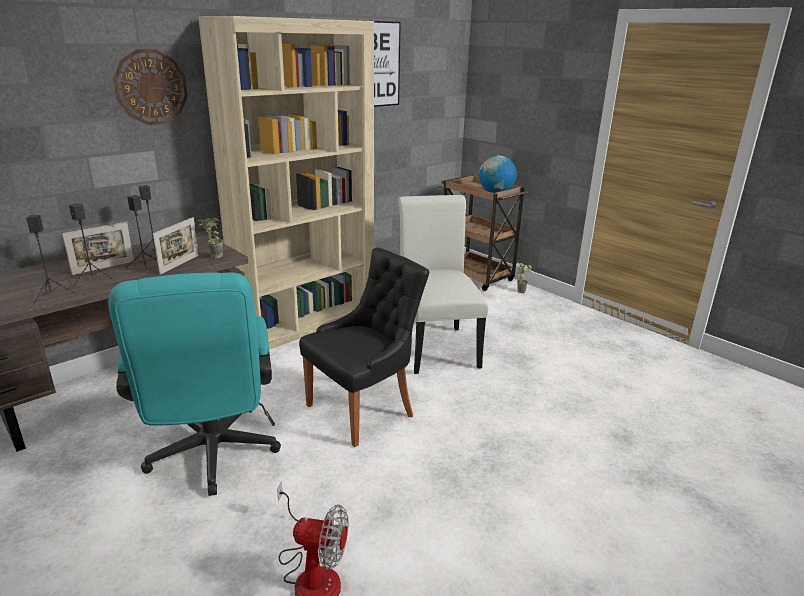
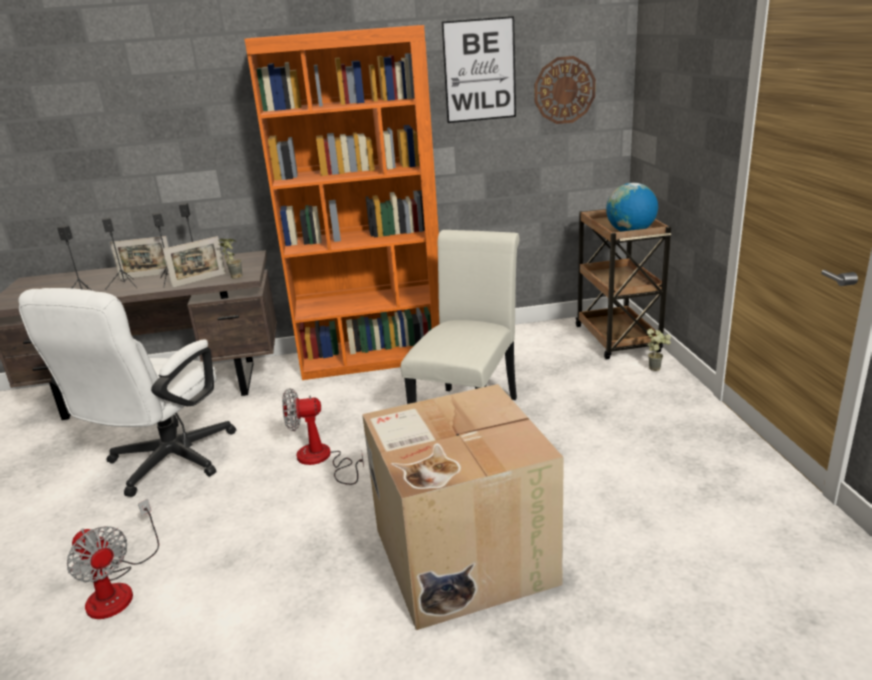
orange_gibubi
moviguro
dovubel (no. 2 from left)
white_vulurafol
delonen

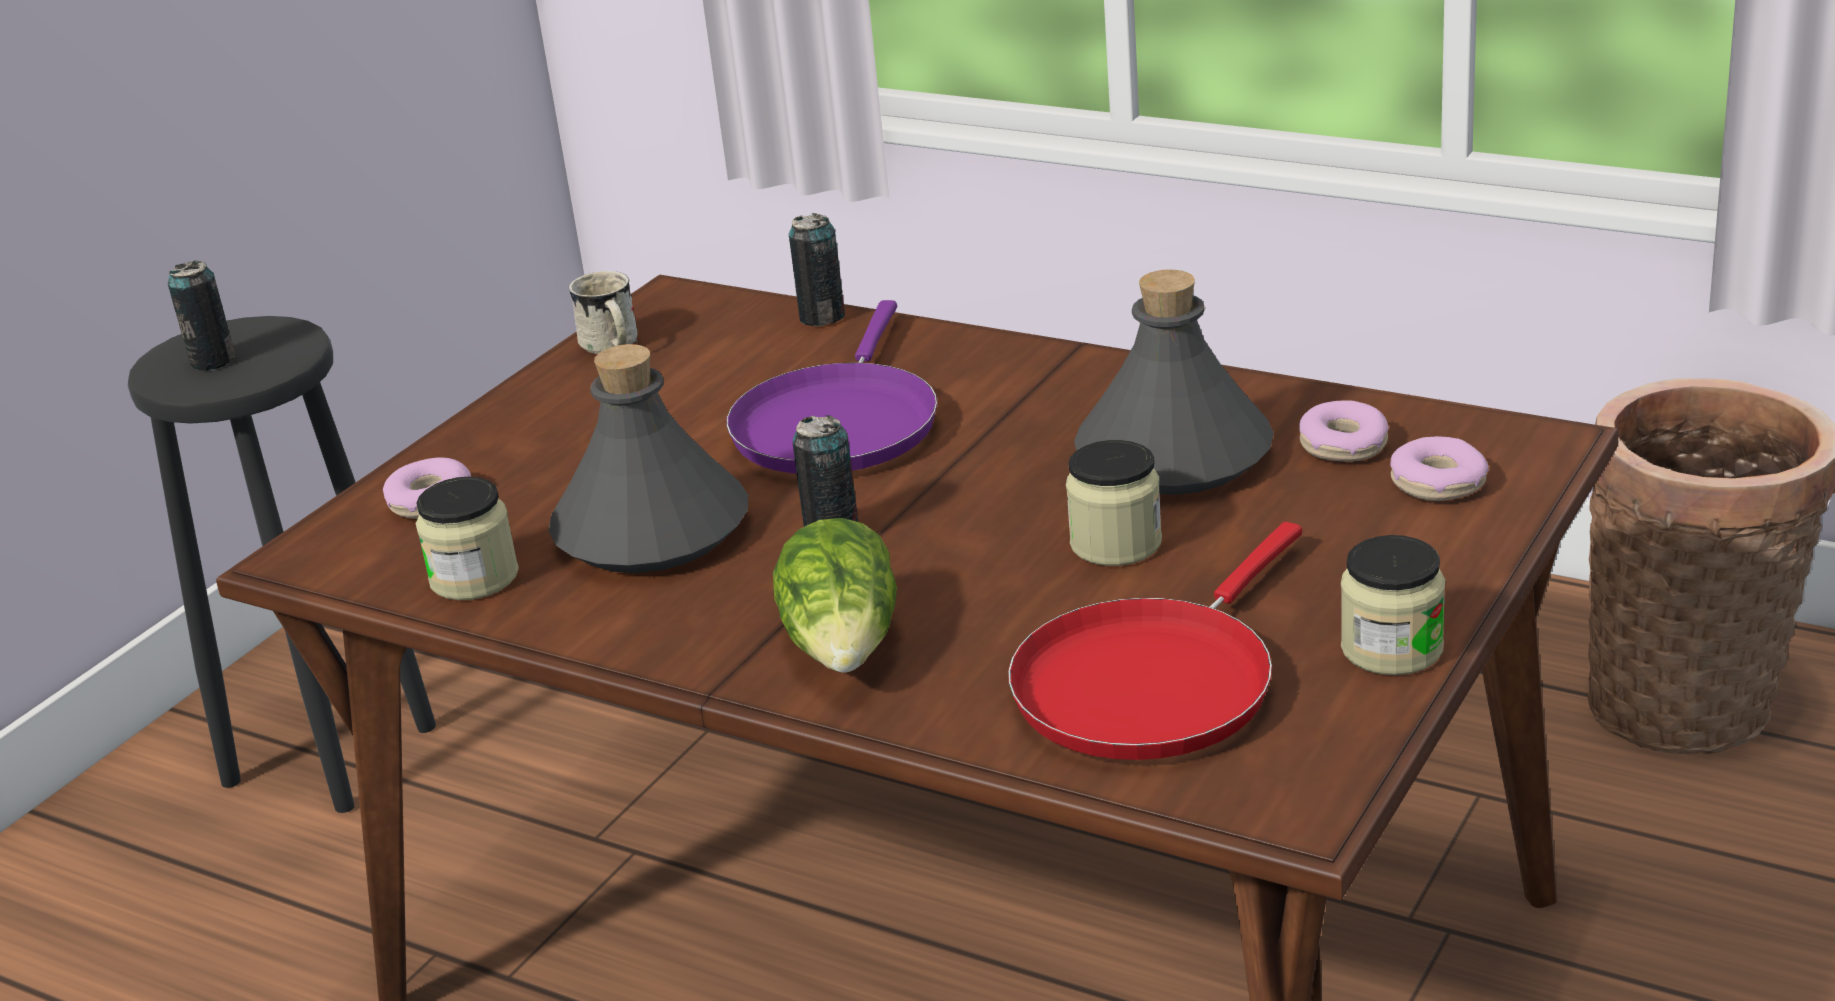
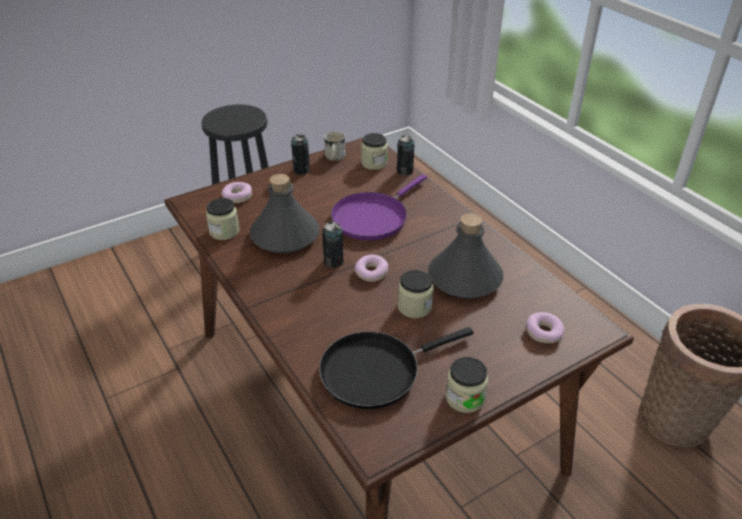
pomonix (no. 1 from left)
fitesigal (no. 2 from left)
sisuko
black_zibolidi
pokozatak (no. 2 from left)

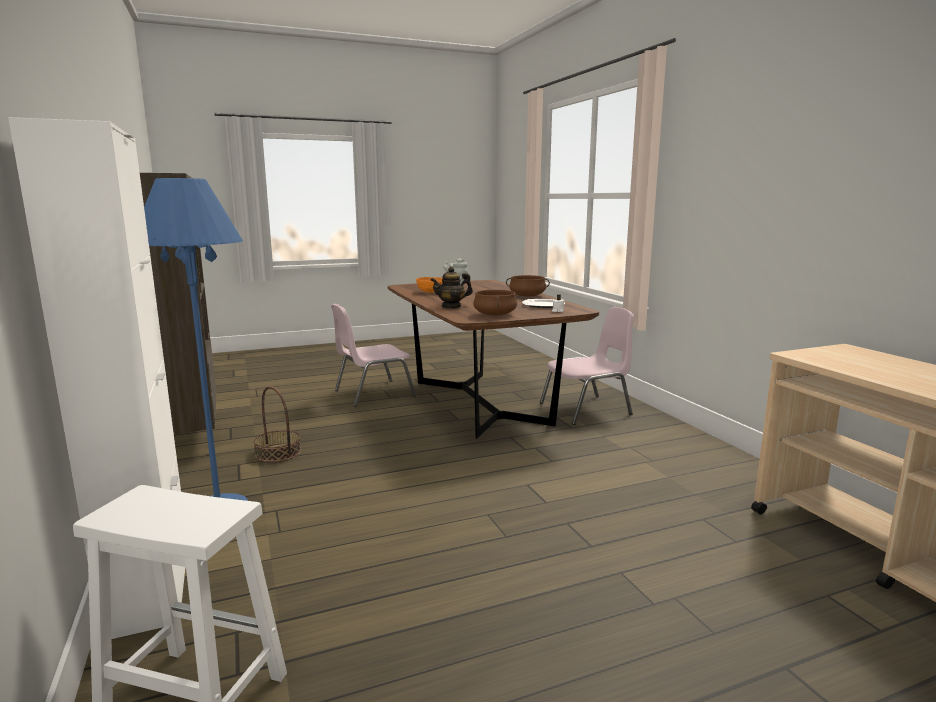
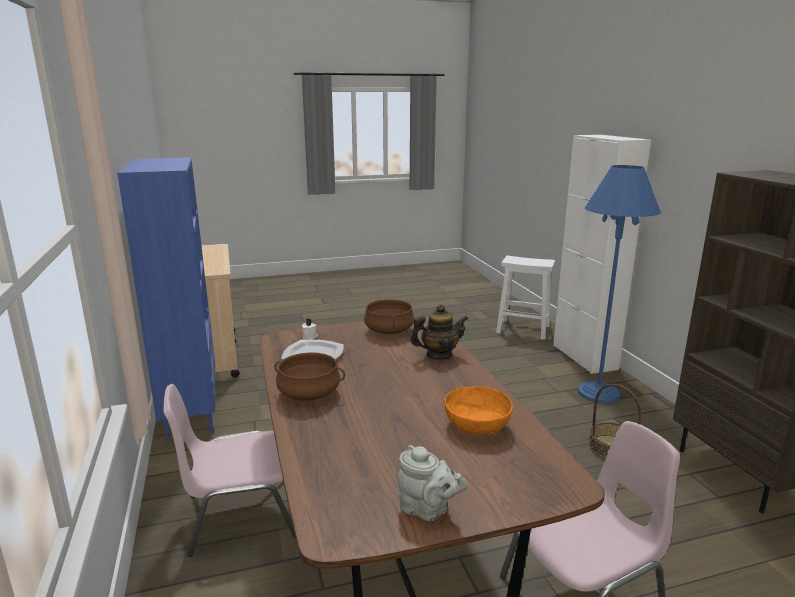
blue_gibubi

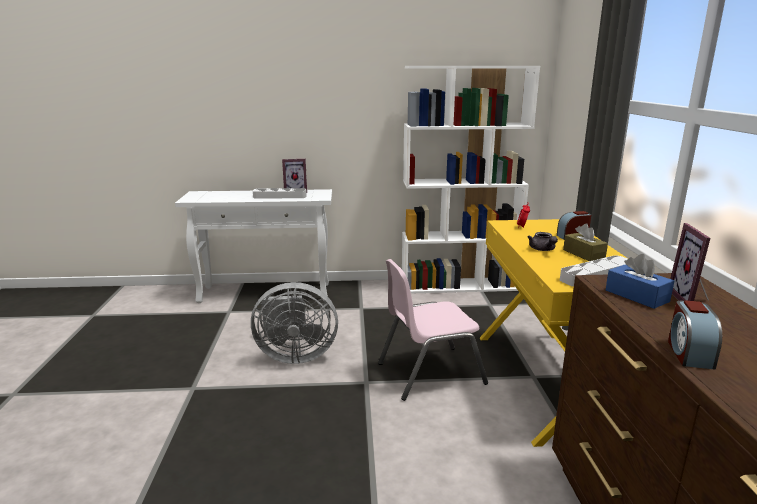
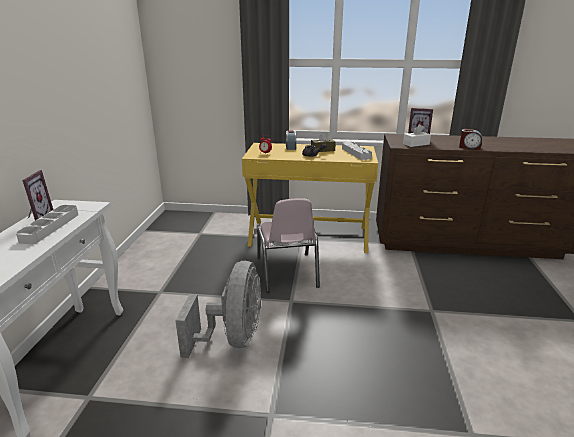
white_gibubi
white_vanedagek

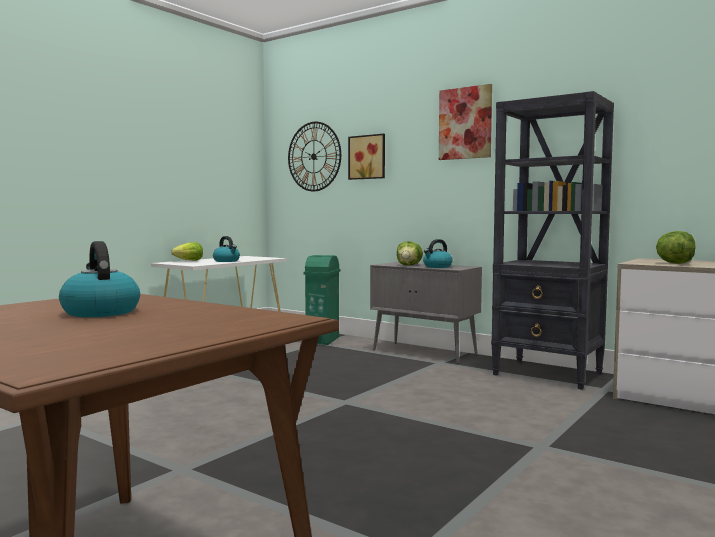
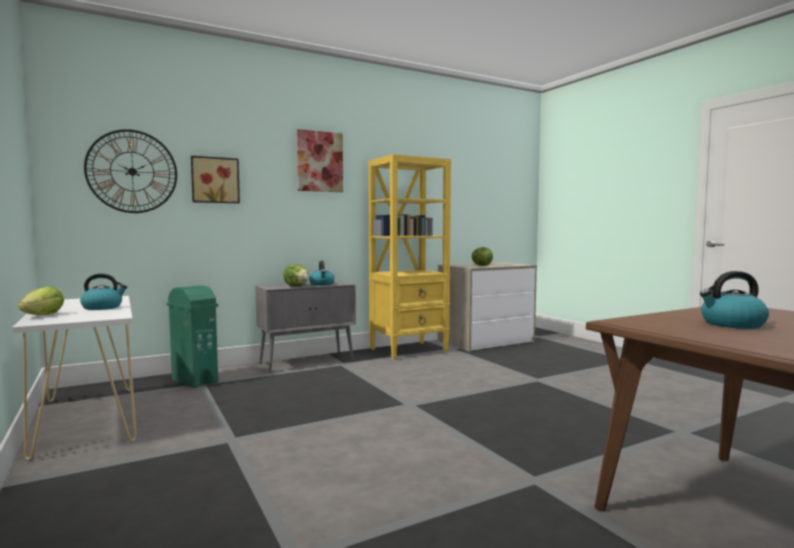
yellow_gibubi

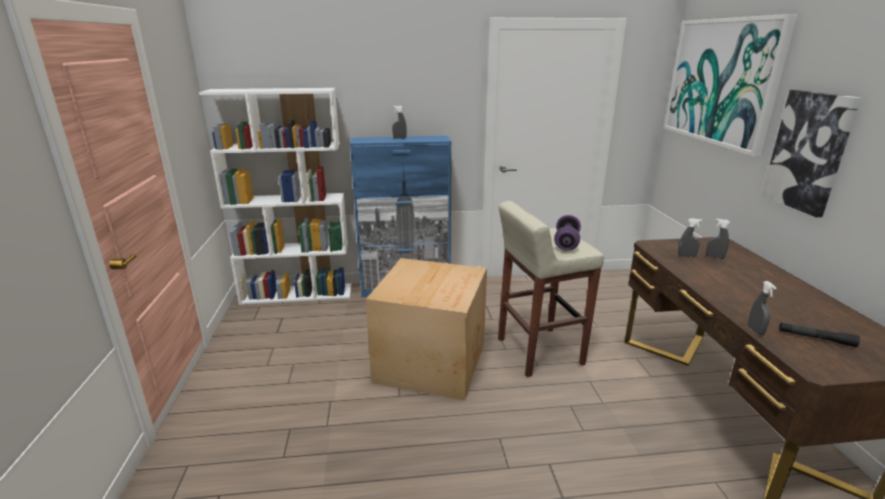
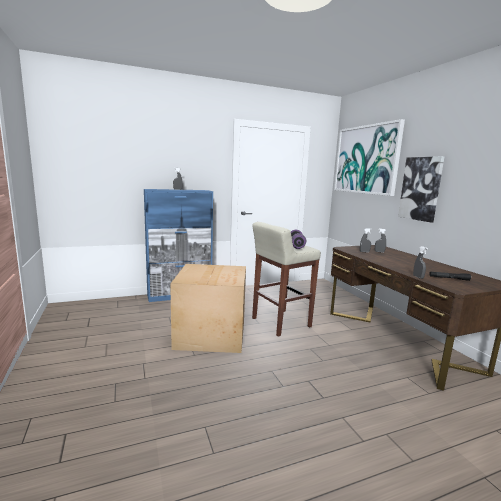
white_gibubi

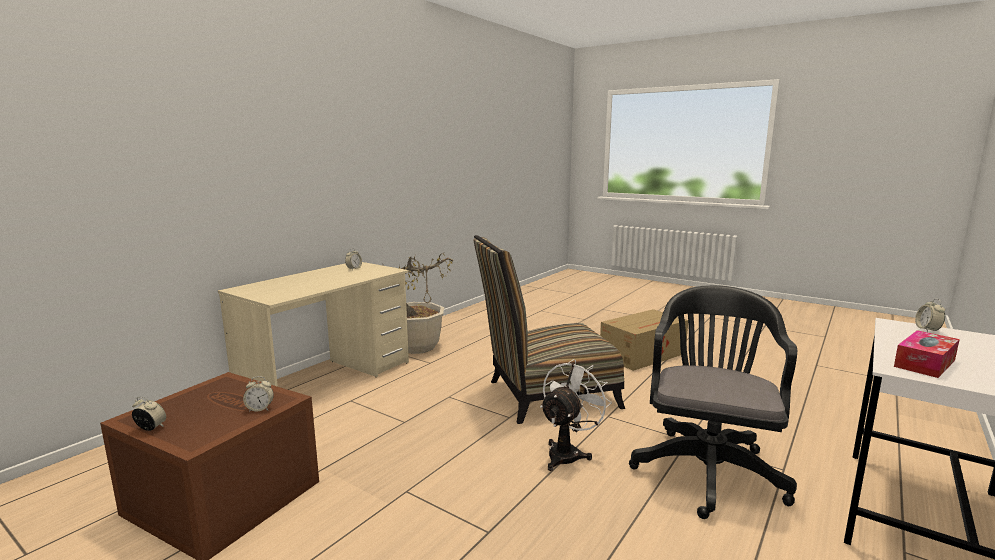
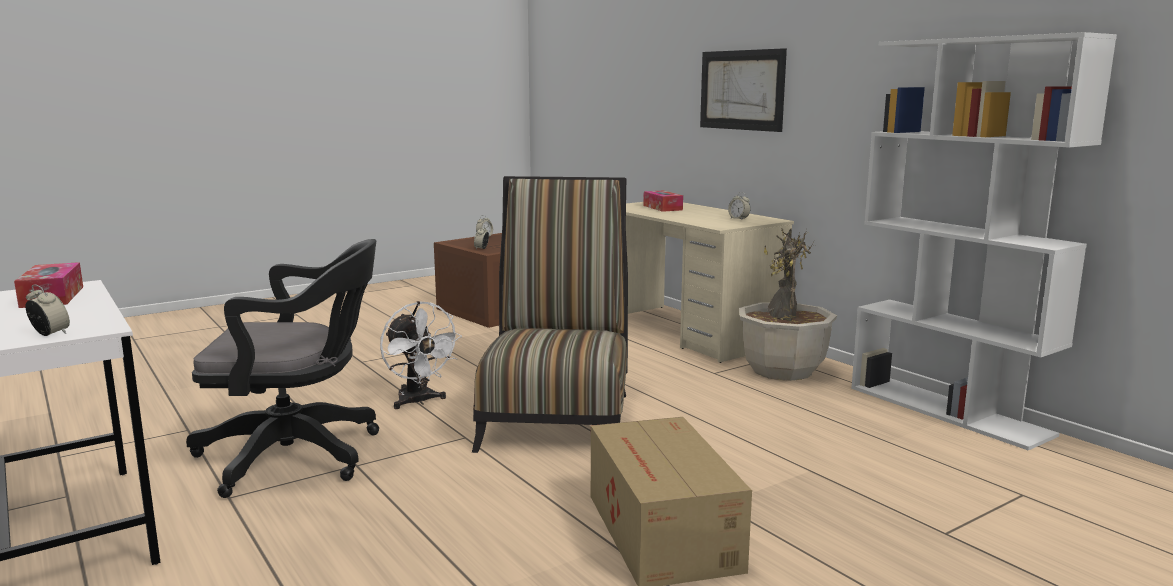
black_vulurafol
white_gibubi
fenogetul
vanedagek (no. 2 from left)

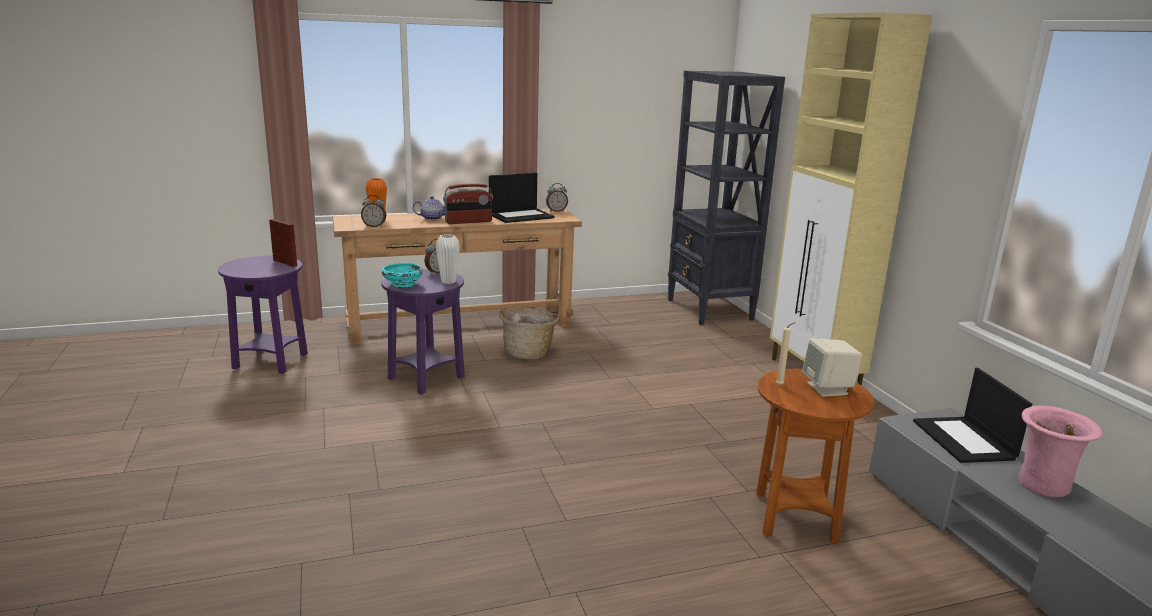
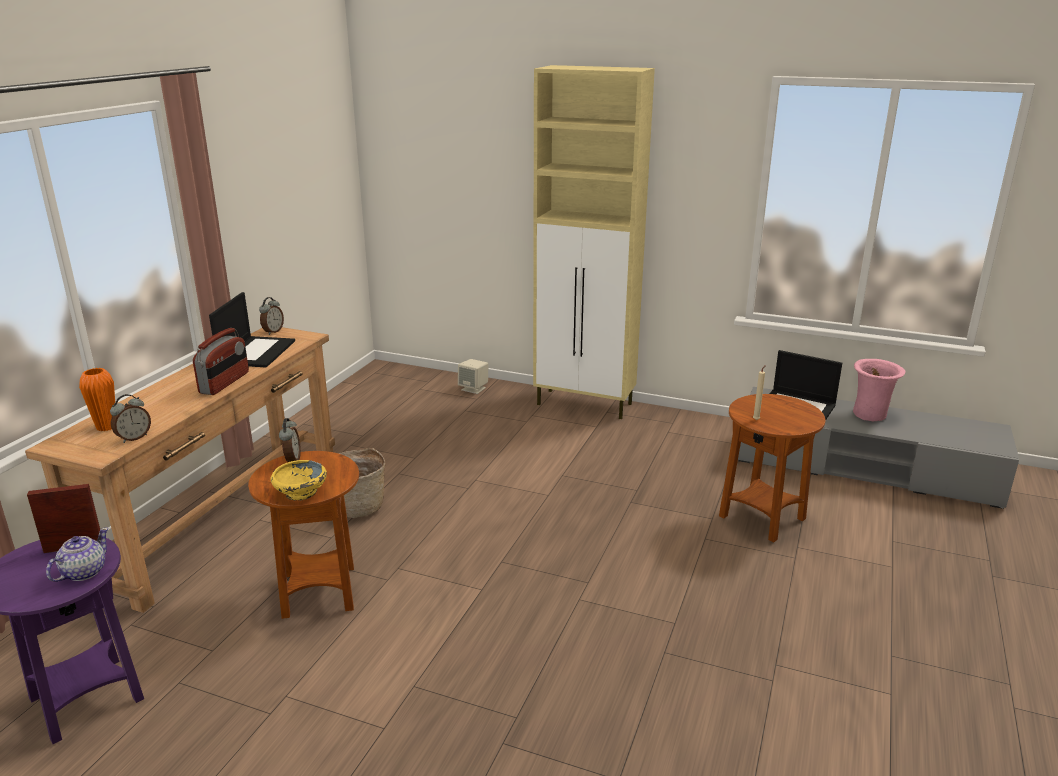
black_gibubi
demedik
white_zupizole
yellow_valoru
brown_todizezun (no. 1 from left)
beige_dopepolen

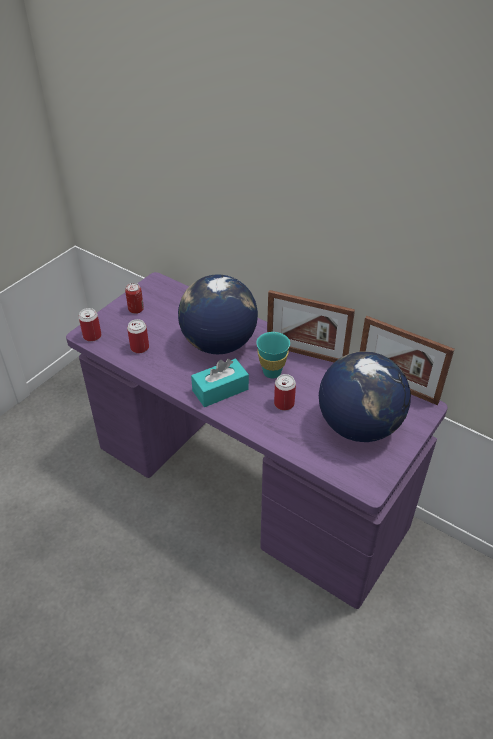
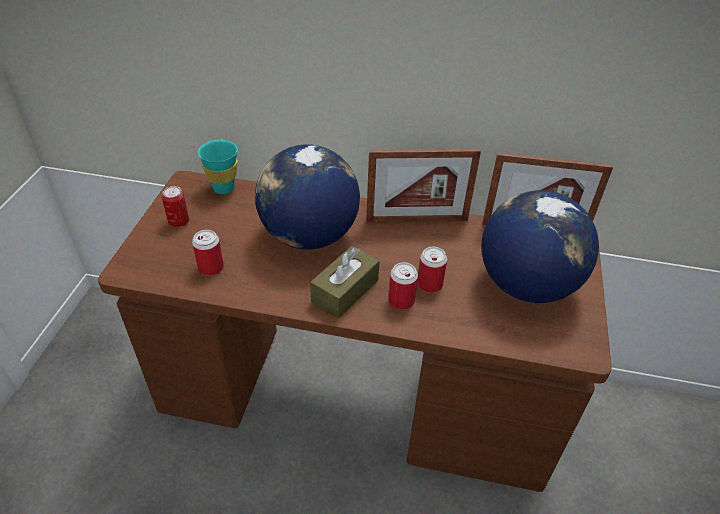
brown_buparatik
pomonix (no. 3 from left)
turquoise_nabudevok
brown_vanedagek

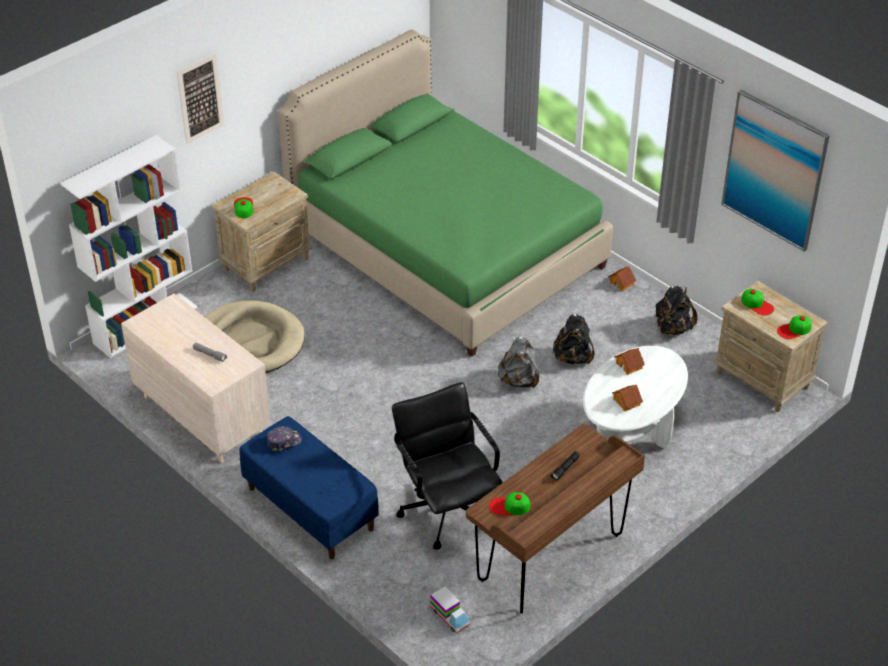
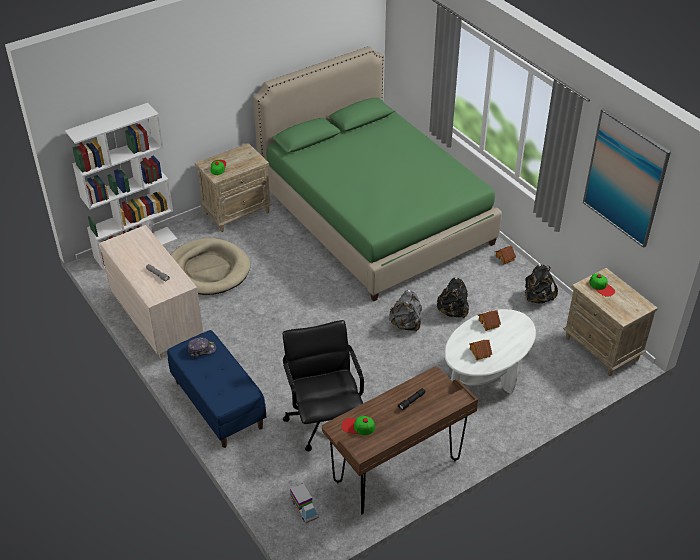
fenogetul (no. 1 from left in the first image)
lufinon (no. 5 from left in the first image)

